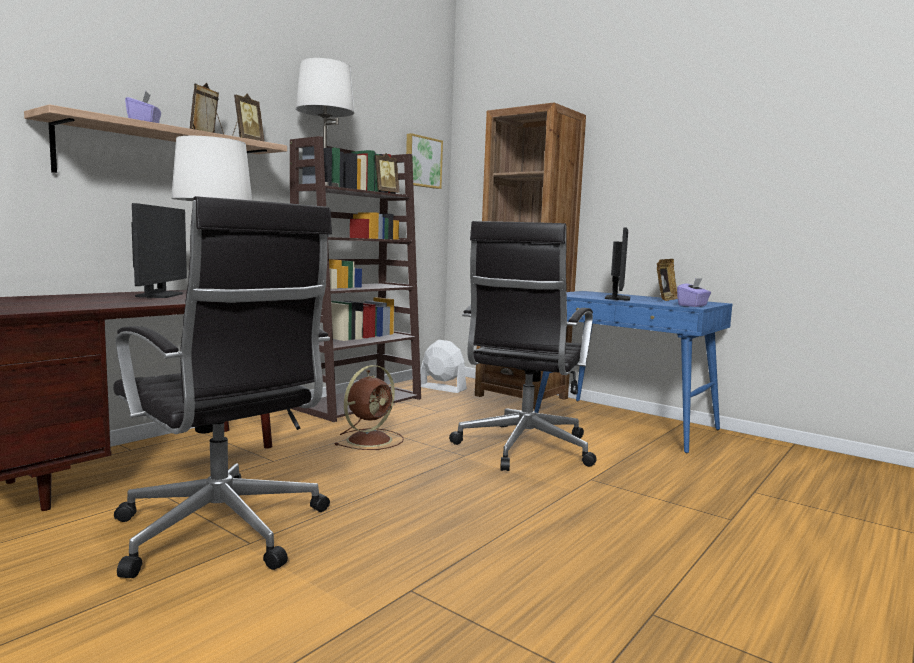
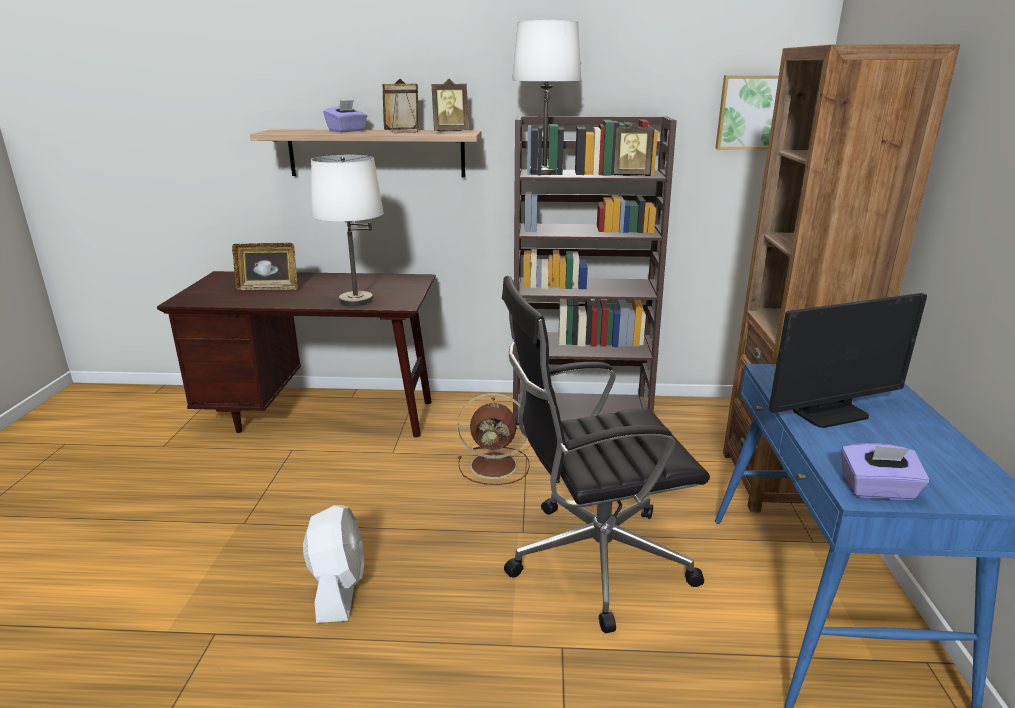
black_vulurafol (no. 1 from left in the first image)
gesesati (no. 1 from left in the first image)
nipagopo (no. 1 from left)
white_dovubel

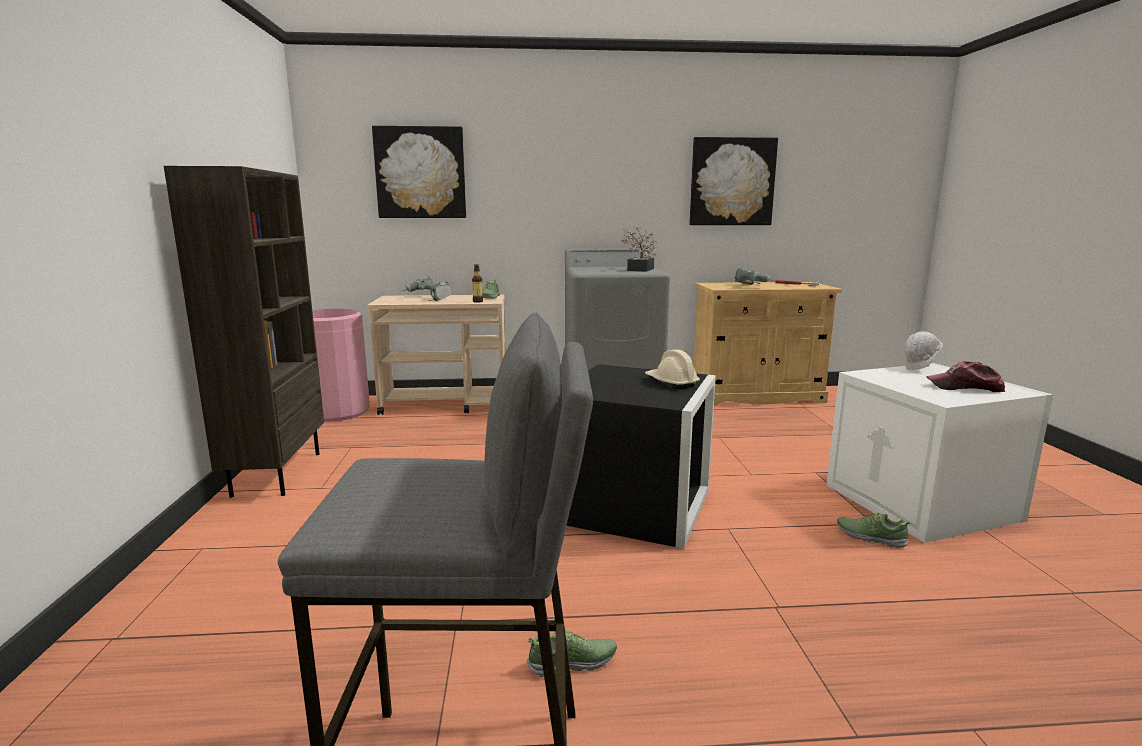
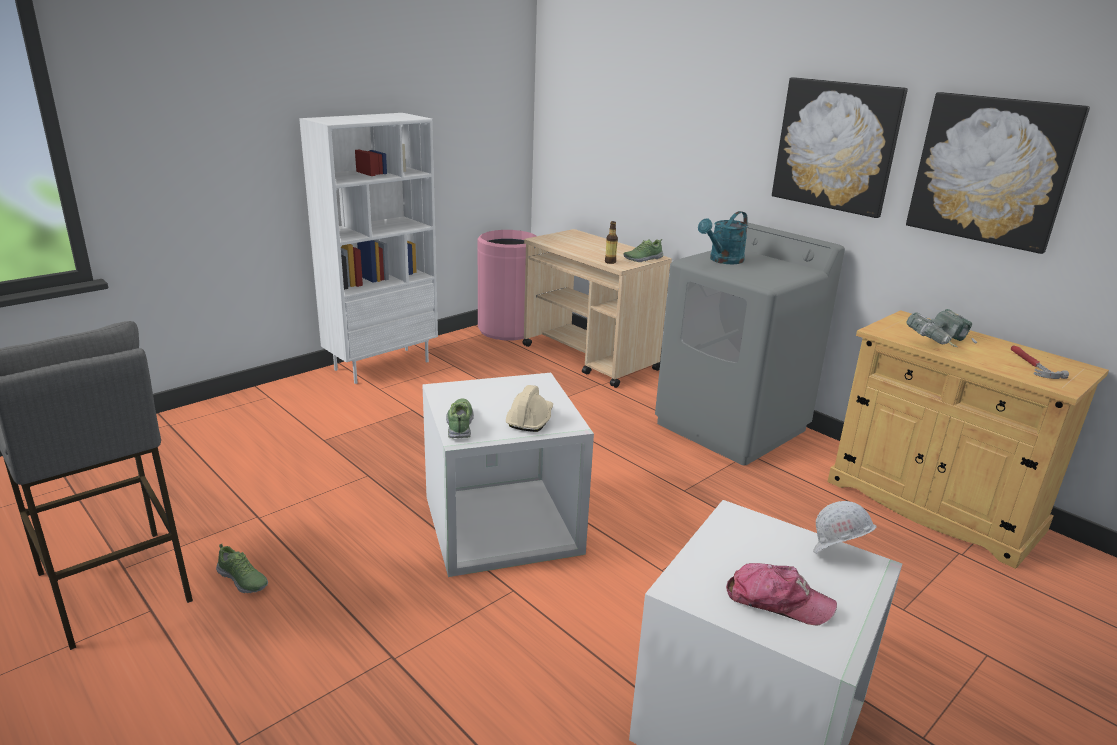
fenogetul (no. 1 from left)
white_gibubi
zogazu
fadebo (no. 1 from left in the first image)
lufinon
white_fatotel (no. 1 from left)
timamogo (no. 2 from left)
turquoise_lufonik

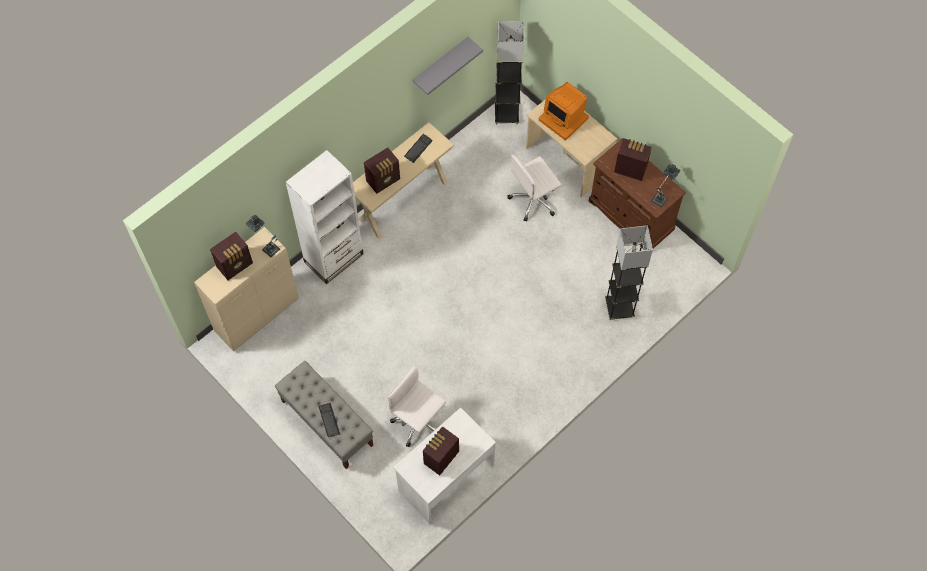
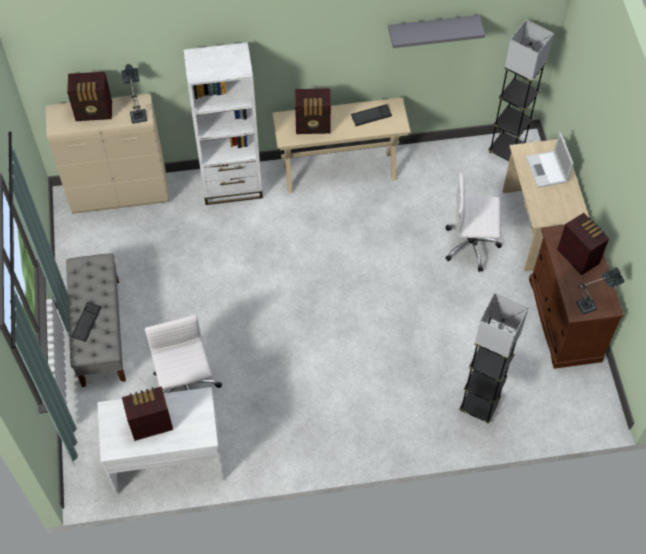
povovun

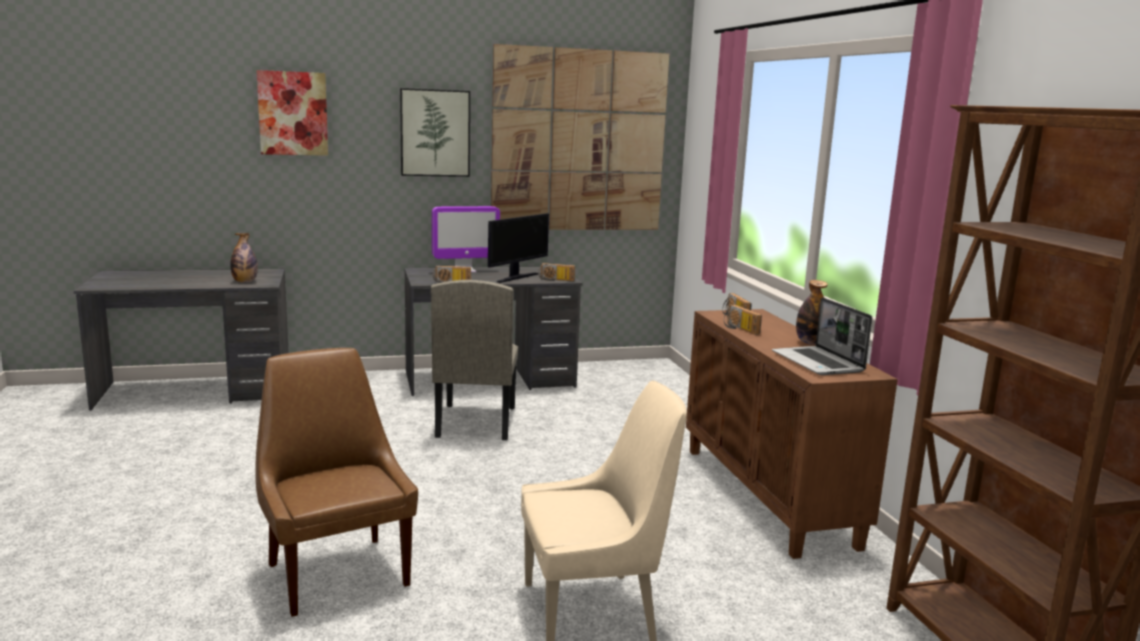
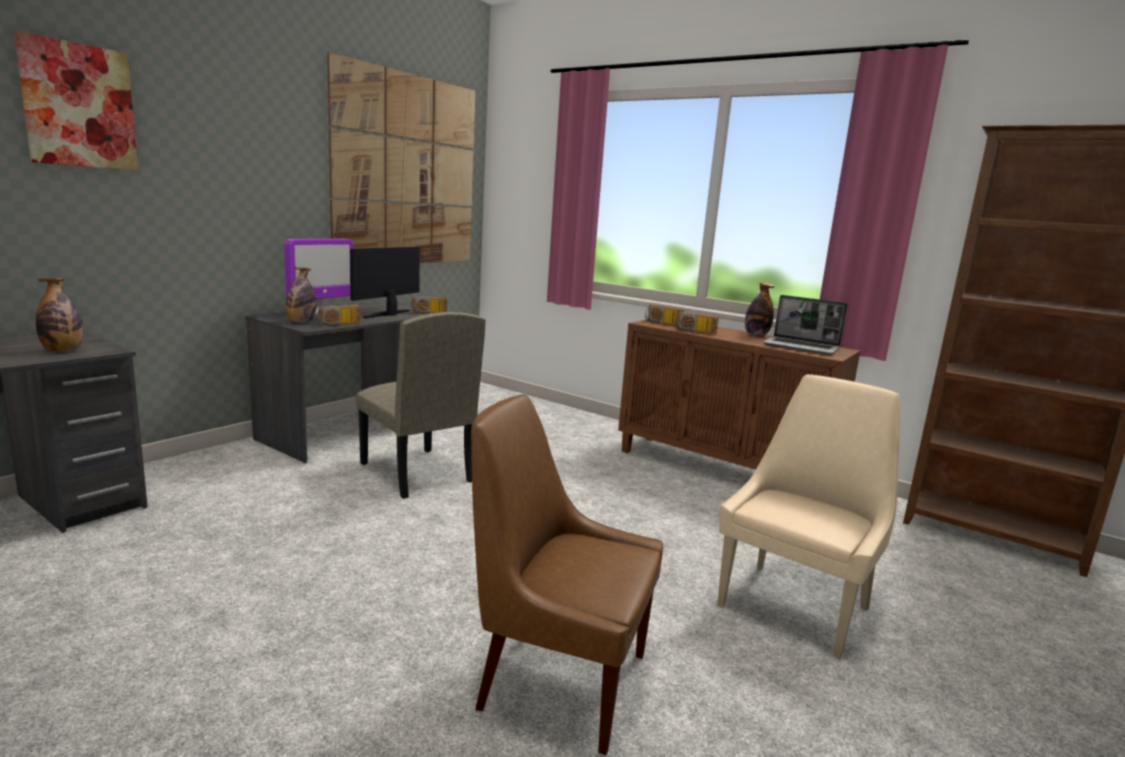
fenogetul (no. 2 from left in the first image)
gesesati (no. 2 from left)
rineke (no. 2 from left)

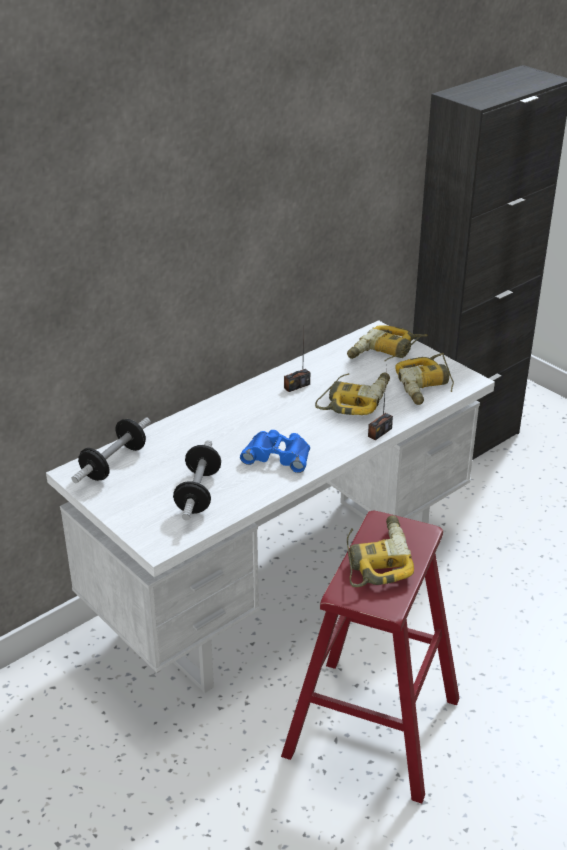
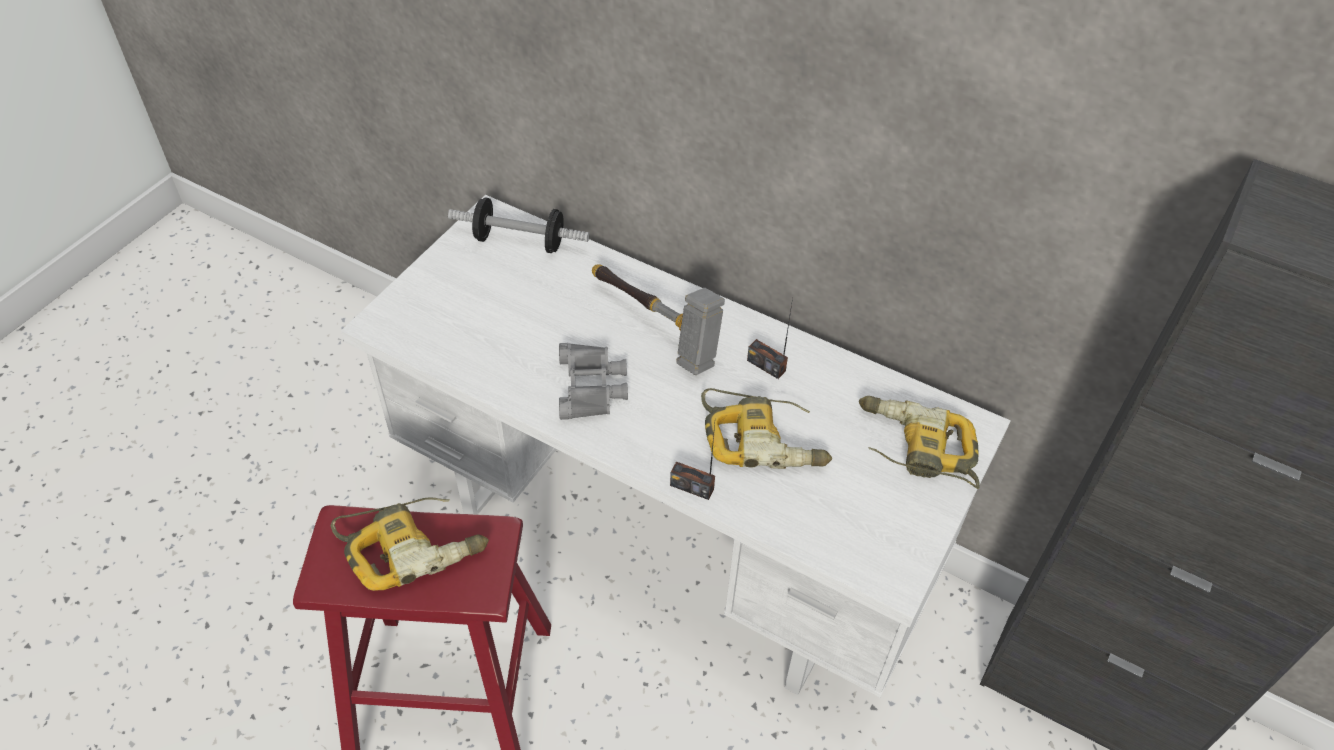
fadebo (no. 4 from left in the first image)
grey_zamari
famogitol (no. 2 from left in the first image)
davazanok

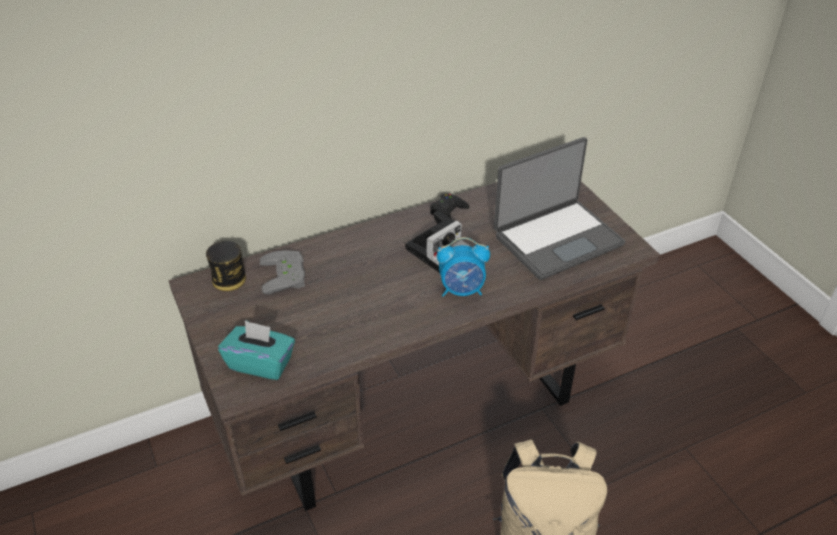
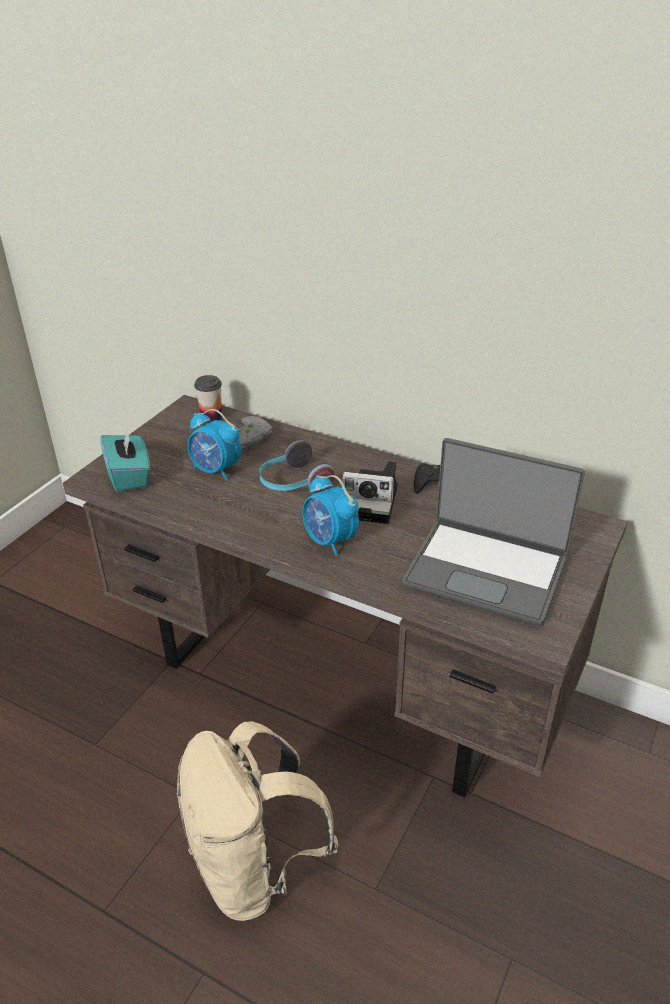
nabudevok
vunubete (no. 1 from left)
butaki

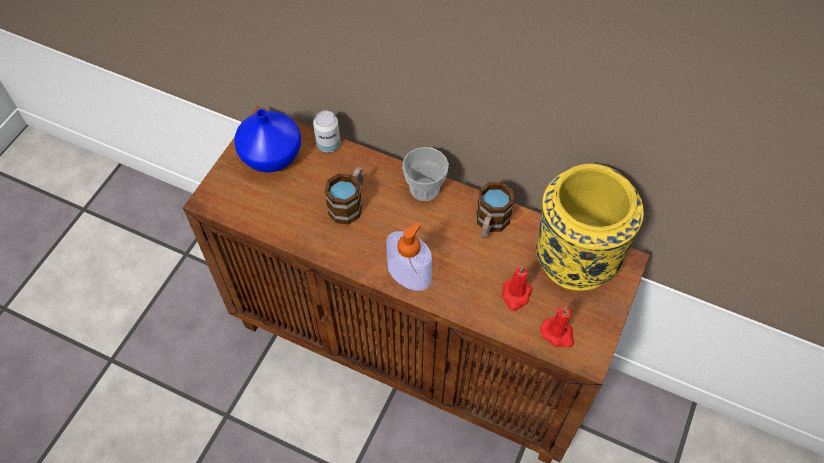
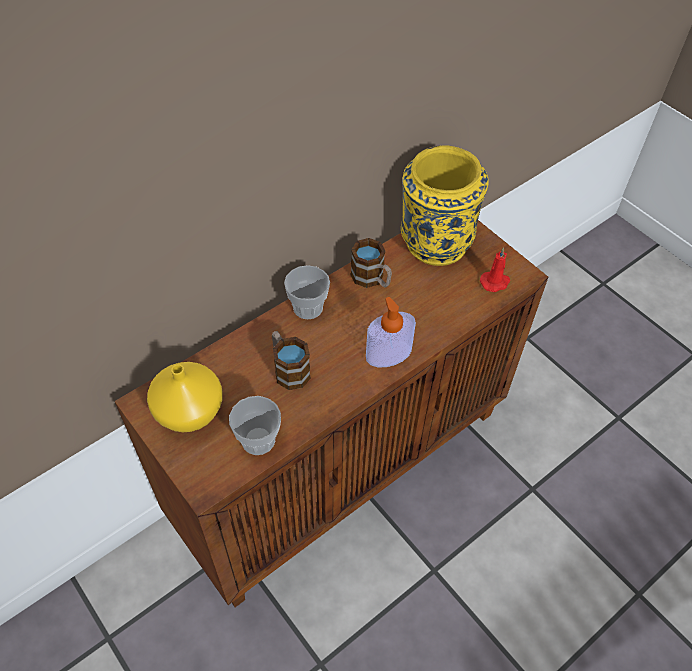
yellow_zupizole (no. 1 from left)
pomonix
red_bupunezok (no. 1 from left in the first image)
nabudevok (no. 1 from left)

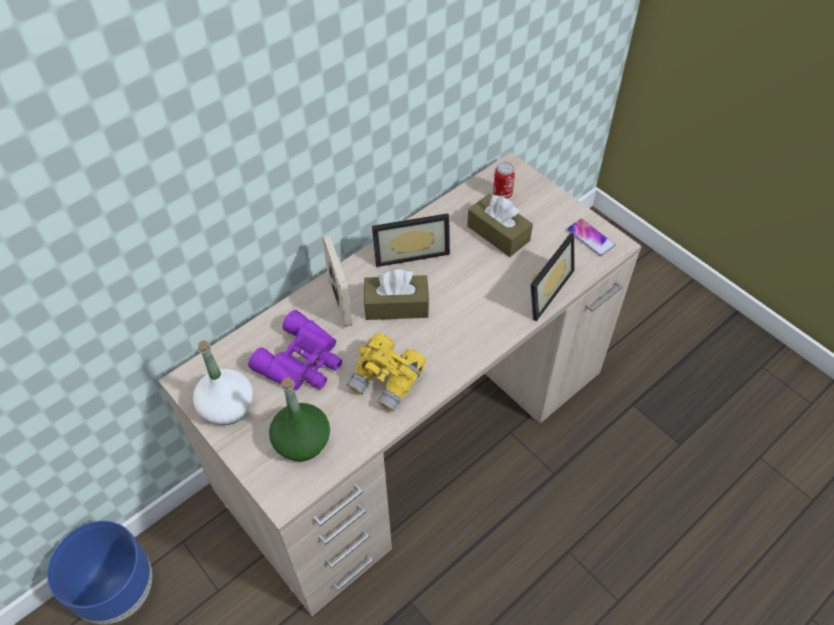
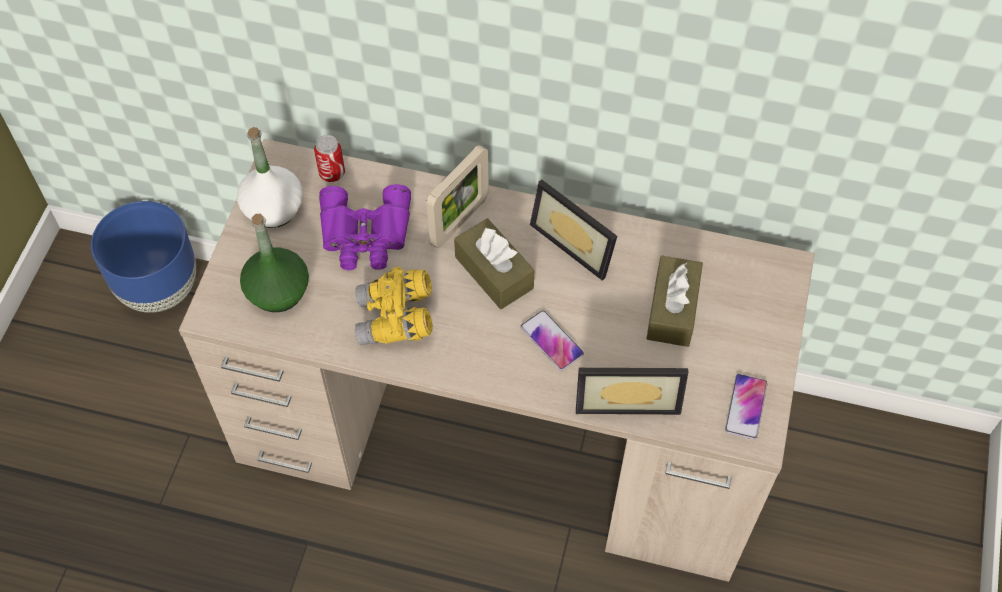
pomonix
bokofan (no. 1 from left)

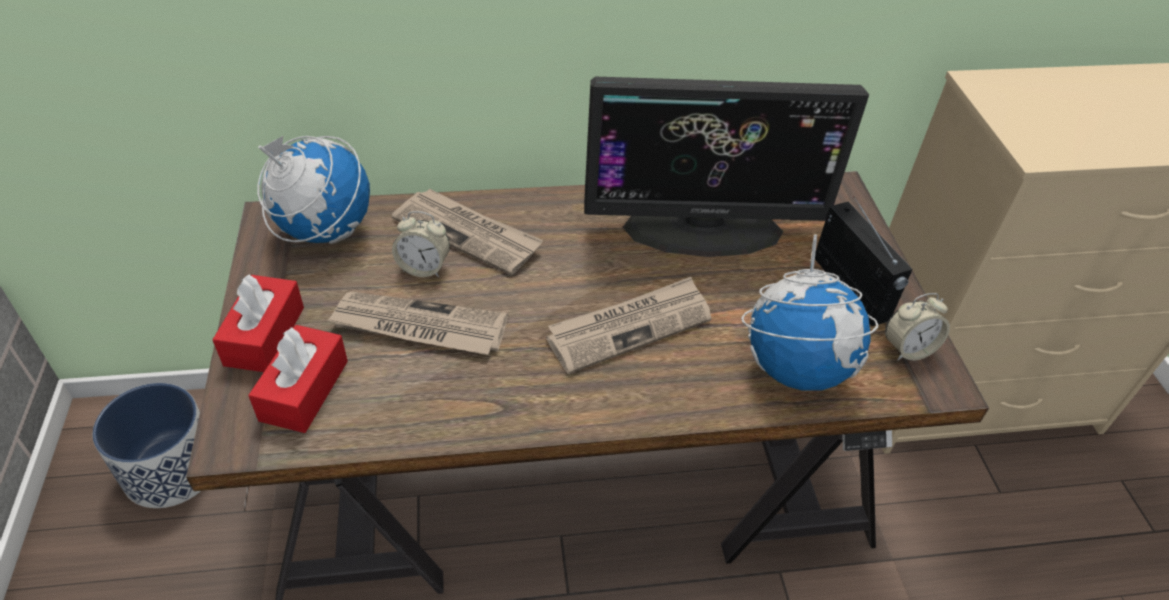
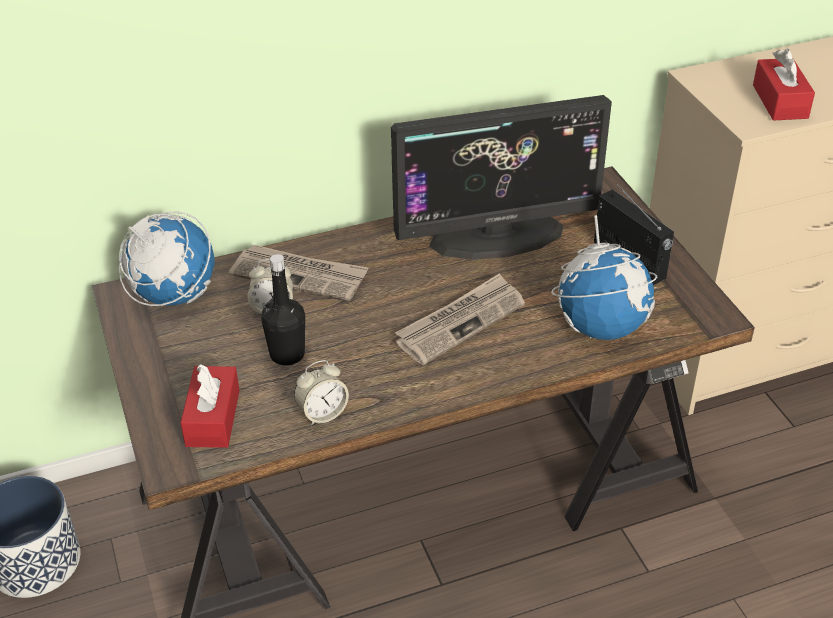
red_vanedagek (no. 2 from left)
black_rineke
vunubete (no. 2 from left)

